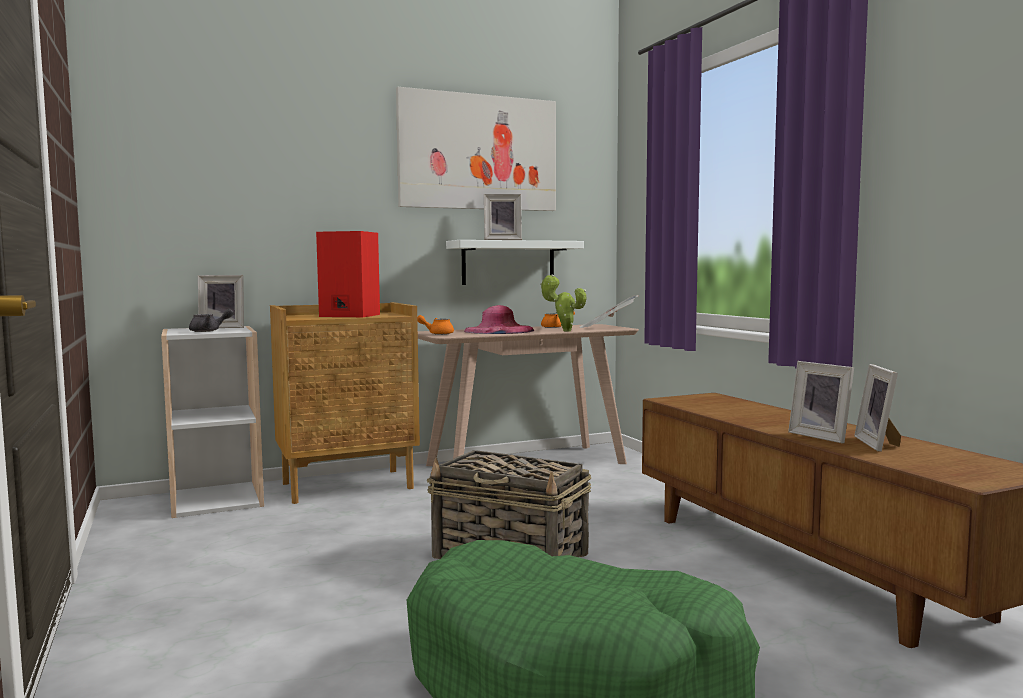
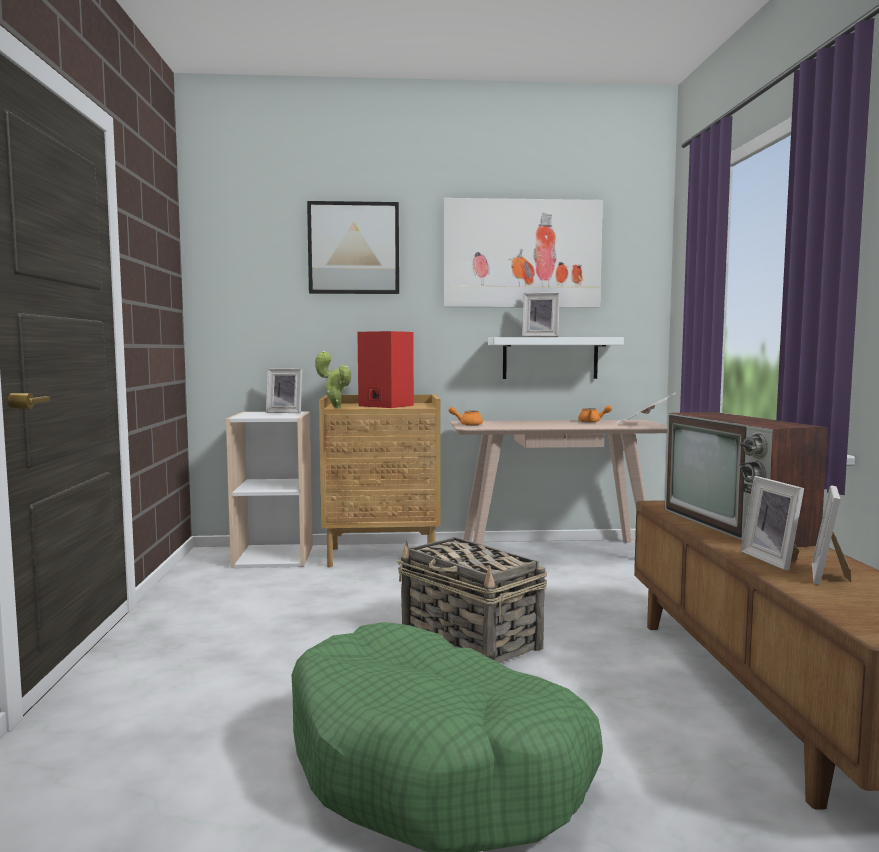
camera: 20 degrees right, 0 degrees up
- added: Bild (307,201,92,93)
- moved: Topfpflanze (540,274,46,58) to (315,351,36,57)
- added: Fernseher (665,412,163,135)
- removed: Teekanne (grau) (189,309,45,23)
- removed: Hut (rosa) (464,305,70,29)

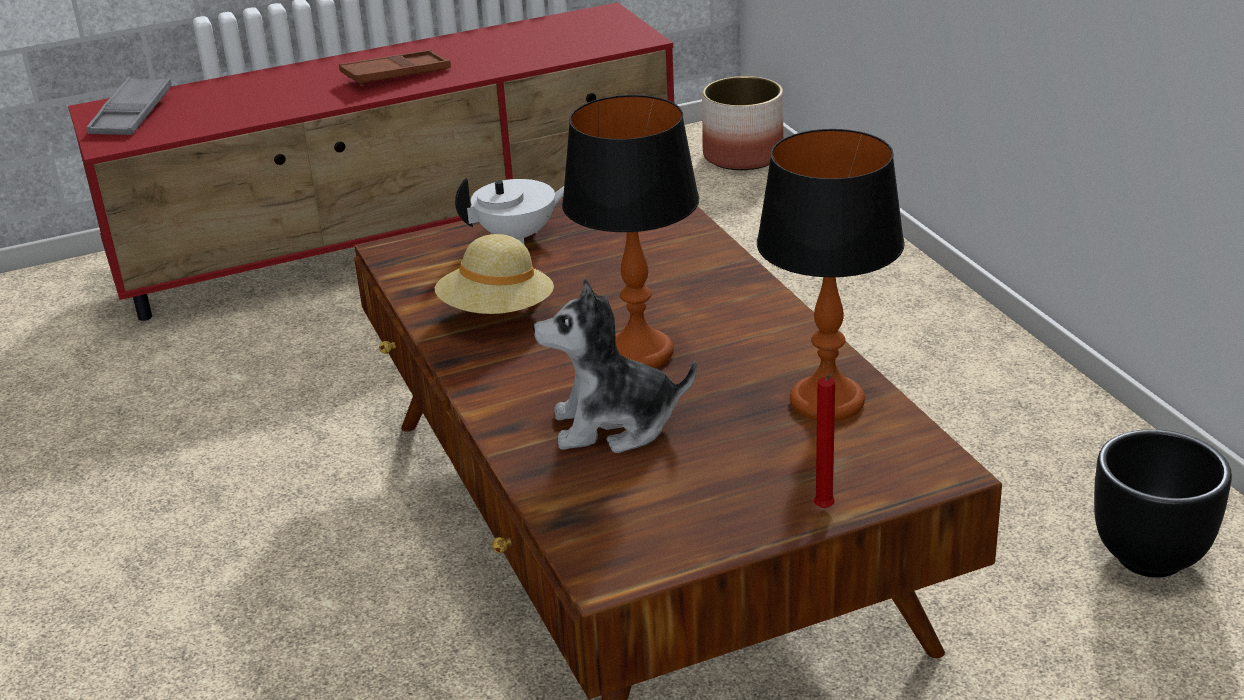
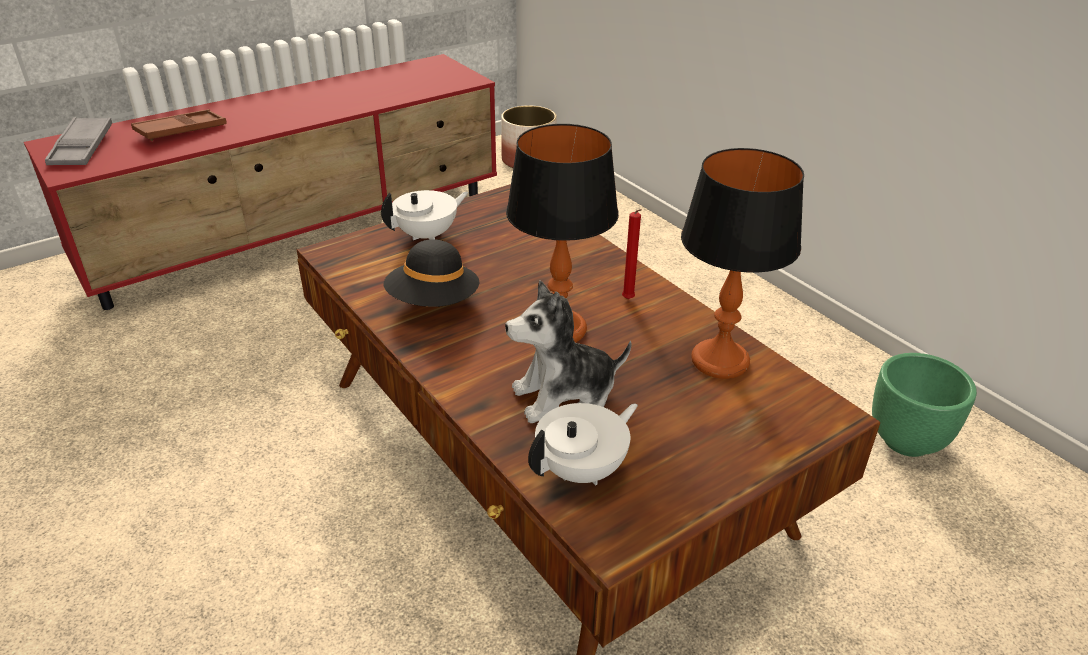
camera: 15 degrees left, 5 degrees up
- moved: Tablett (braun) (339,50,112,36) to (131,109,96,32)
- recoloured: Hut (beige) (435,234,119,80) to Hut (schwarz) (384,239,96,68)
- added: Teekanne (weiß) (528,403,110,82)
- moved: Kerze (rot) (814,374,21,134) to (622,209,20,90)
- recoloured: Pflanzkübel (schwarz) (1094,429,138,149) to Pflanzkübel (grün) (872,353,105,104)

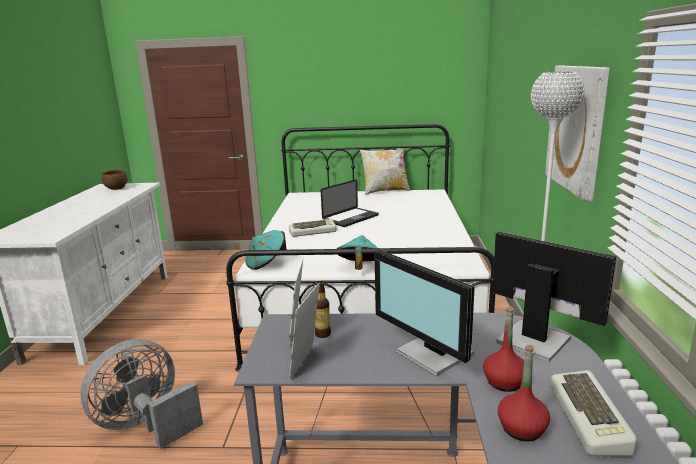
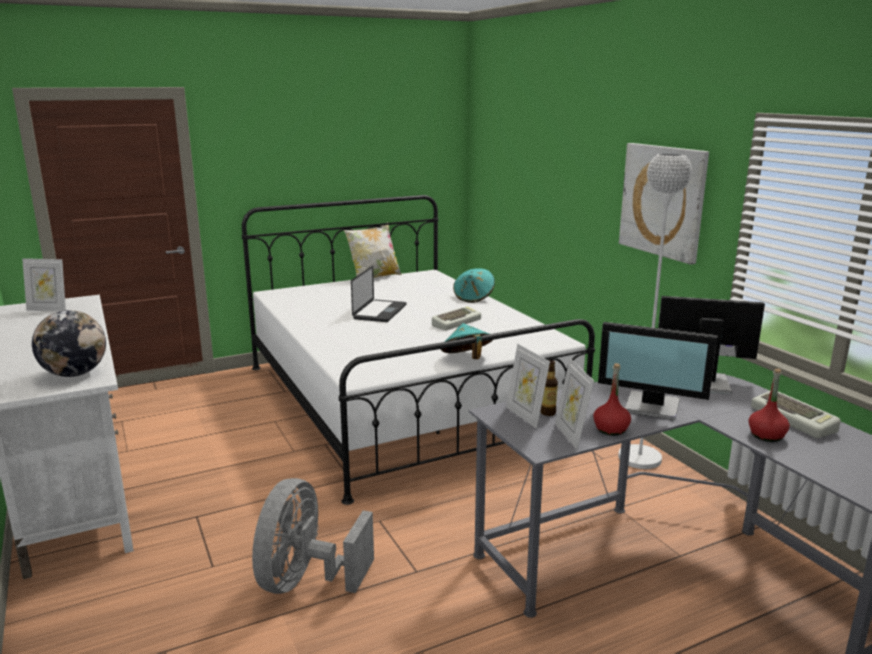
camera: 30 degrees left, 0 degrees up
- replaced: Schüssel (braun) (101,170,27,20) to Bilderrahmen (22,258,44,54)
- added: Globus (32,310,74,67)
- moved: Tastatur (289,219,48,18) to (432,306,49,24)
- moved: Hut (türkis) (245,230,41,40) to (453,268,42,35)
- moved: Flasche (rot) (483,307,41,85) to (593,363,38,73)

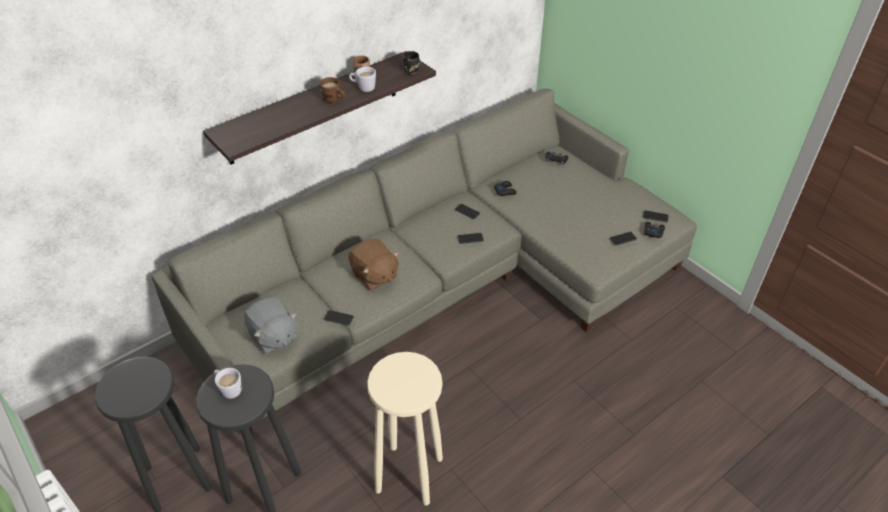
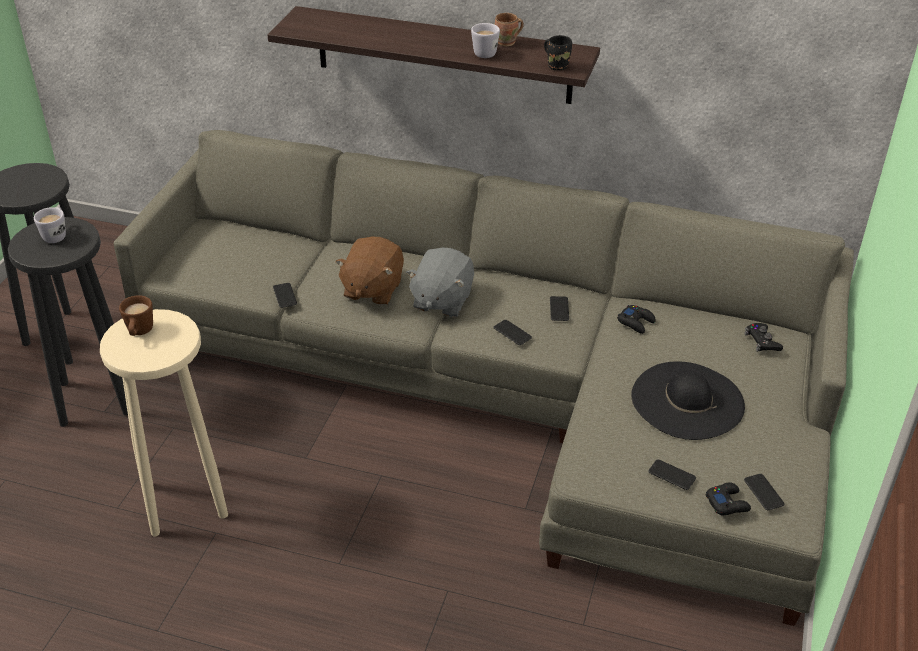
camera: 55 degrees right, 5 degrees down
- moved: Henkelbecher (braun) (319,77,26,26) to (119,295,34,41)
- moved: Plüschtier (grau) (244,297,54,57) to (406,248,68,69)
- added: Hut (schwarz) (631,362,114,78)

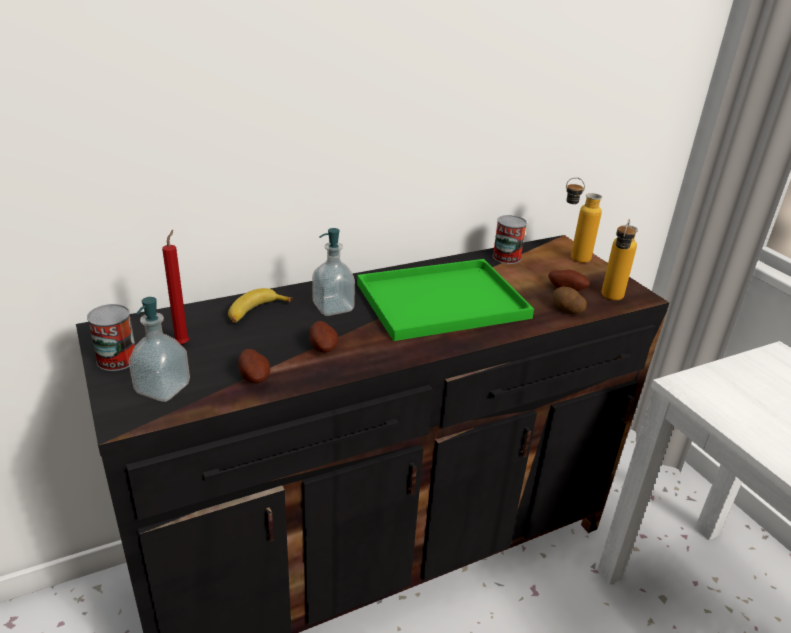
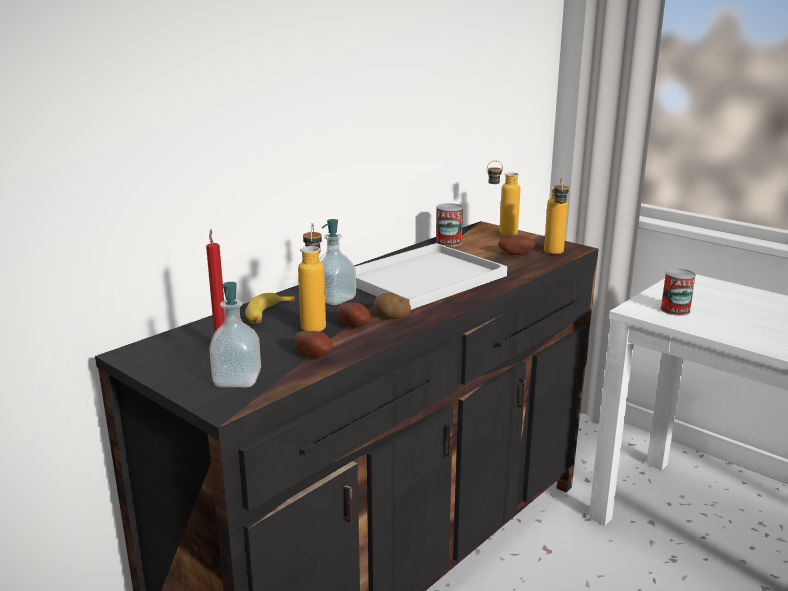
camera: 20 degrees left, 10 degrees down
- added: Flasche (298,223,28,109)
- recoloured: Tablett (grün) (357,259,177,82) to Tablett (weiß) (355,243,152,67)
- moved: Kartoffel (553,287,34,27) to (374,293,37,26)
- moved: Dose (87,304,48,67) to (661,268,35,48)

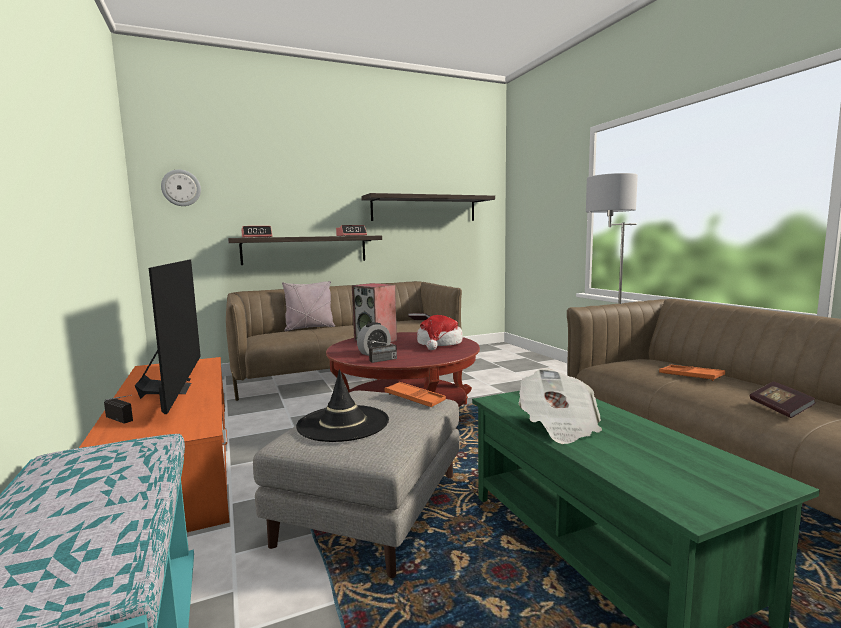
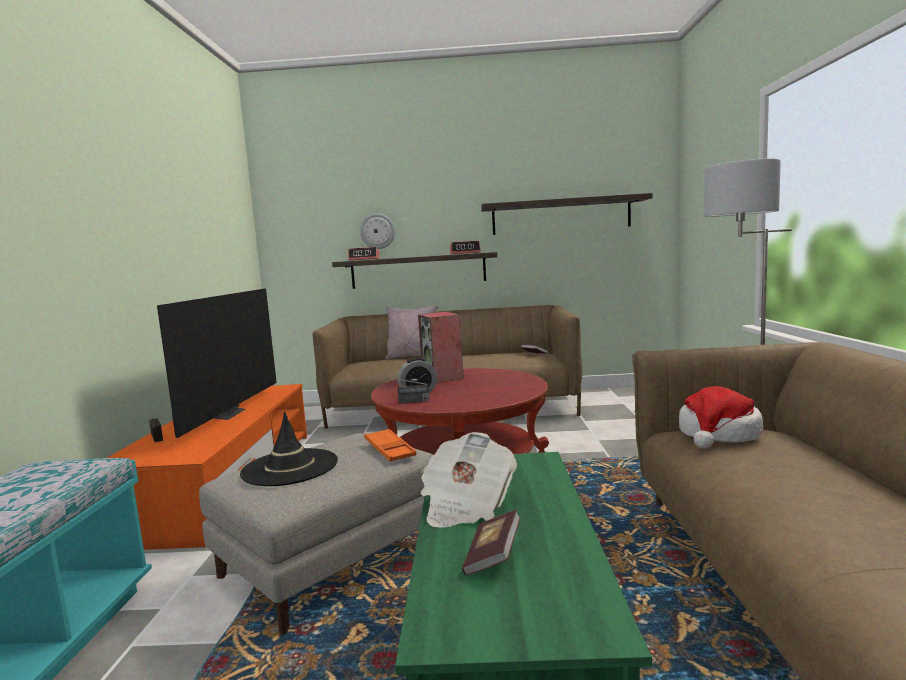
camera: 25 degrees right, 0 degrees up
- moved: Wanduhr (161,169,40,37) to (360,213,35,36)
- moved: Buch (750,381,66,37) to (462,509,58,67)
- moved: Hut (417,315,46,35) to (679,386,84,63)
- removed: Tablett (orange) (659,365,66,16)

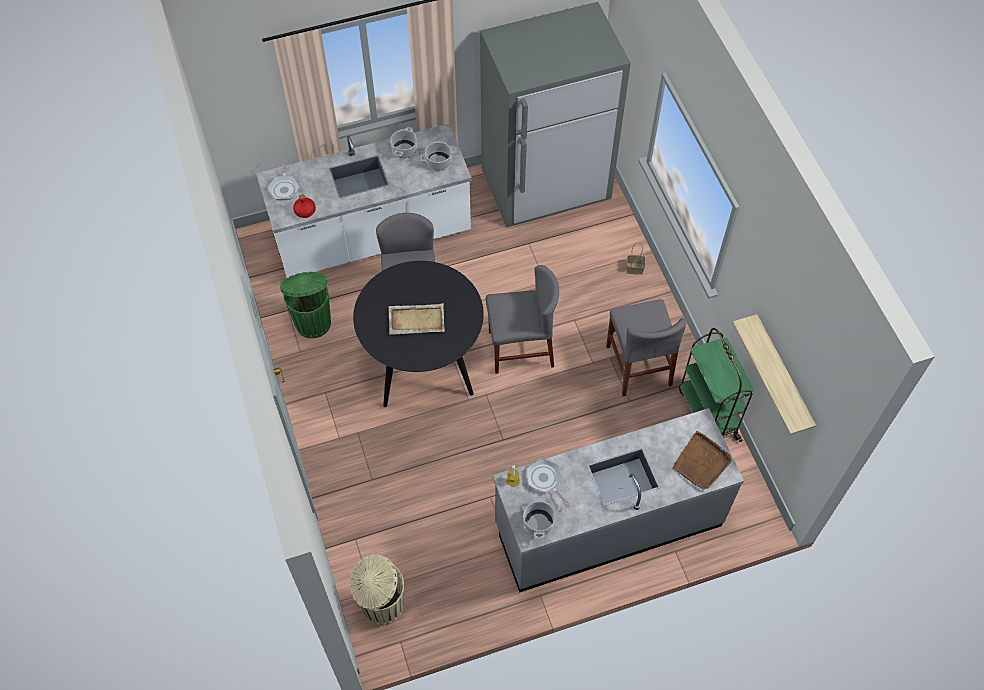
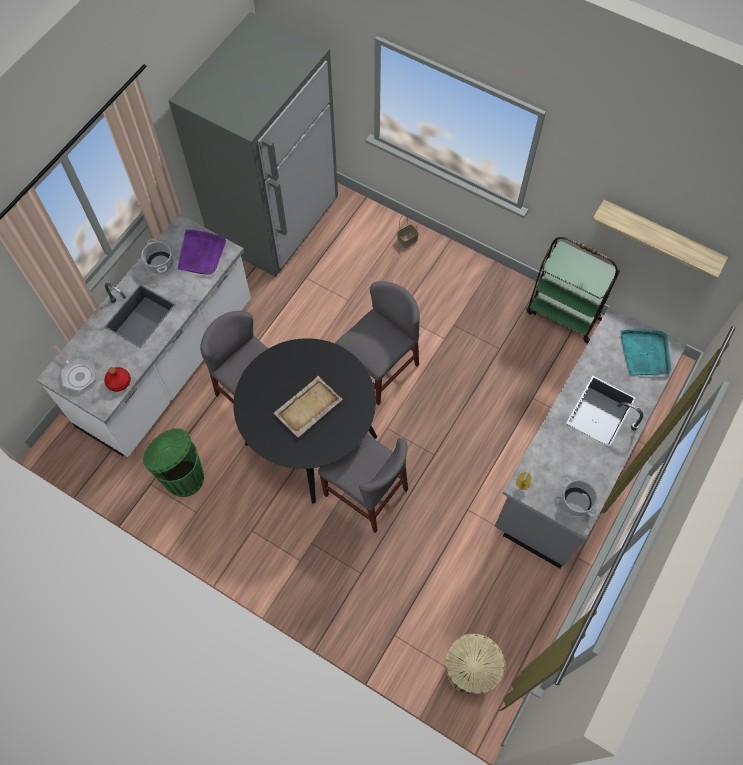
camera: 40 degrees left, 5 degrees up
- replaced: Kochtopf (420,142,37,28) to Tablett (lila) (178,229,48,46)
- moved: Stuhl (grau) (606,299,80,97) to (318,434,90,99)
- recoloured: Tablett (braun) (672,431,60,59) to Tablett (türkis) (620,329,51,46)
- removed: Pfanne (526,458,44,49)

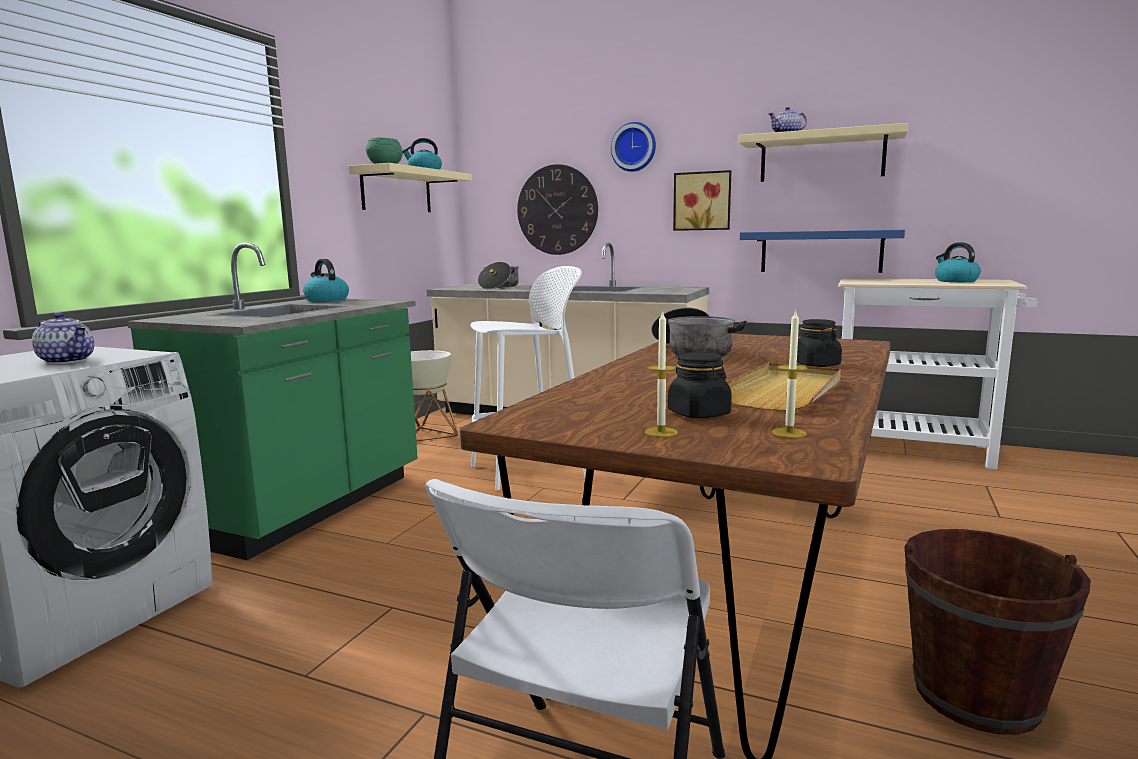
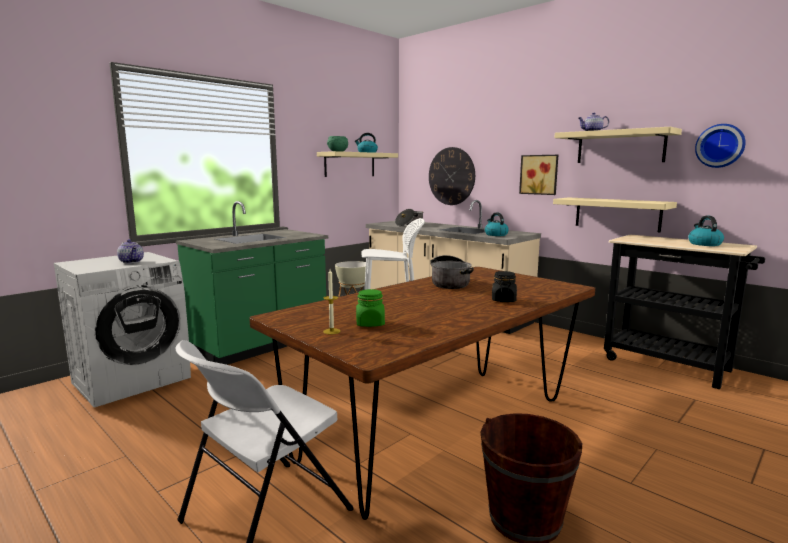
camera: 20 degrees right, 0 degrees up
- recoloured: Vorratsglas (schwarz) (668,352,64,66) to Vorratsglas (grün) (356,289,29,38)
- moved: Wasserkessel (303,259,46,43) to (485,213,24,23)
- recoloured: Wandregal (blau) (740,230,165,43) to Wandregal (beige) (553,197,124,35)
- recoloured: Rollwagen (weiß) (838,278,199,191) to Rollwagen (schwarz) (604,235,161,154)
- moved: Wanduhr (611,122,45,50) to (695,124,51,44)
- removed: Tablett (beige) (727,363,114,48)
- removed: Kerze (772,309,36,129)

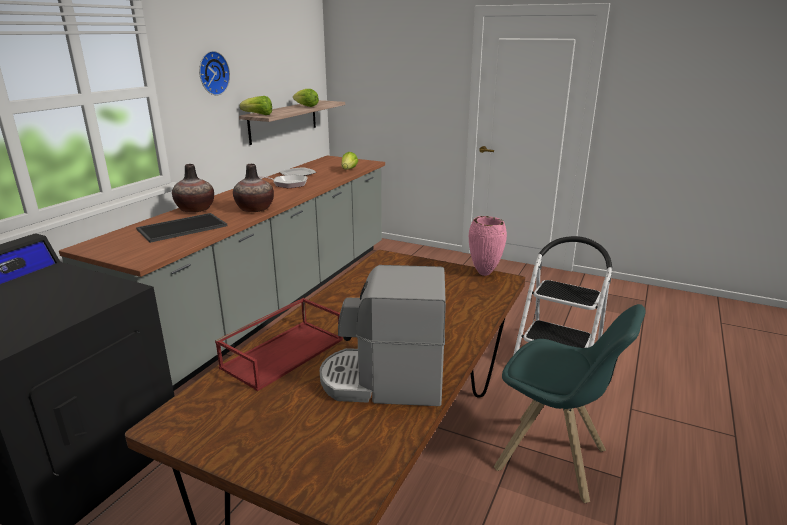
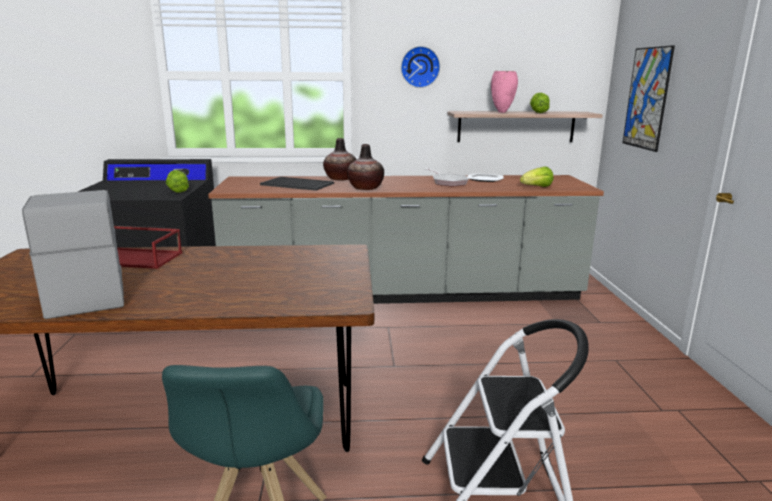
camera: 60 degrees right, 5 degrees down
- moved: Salatkopf (240,96,32,19) to (166,170,23,23)
- moved: Vase (rosa) (469,216,38,60) to (491,71,27,42)
- added: Bild (623,45,52,107)

